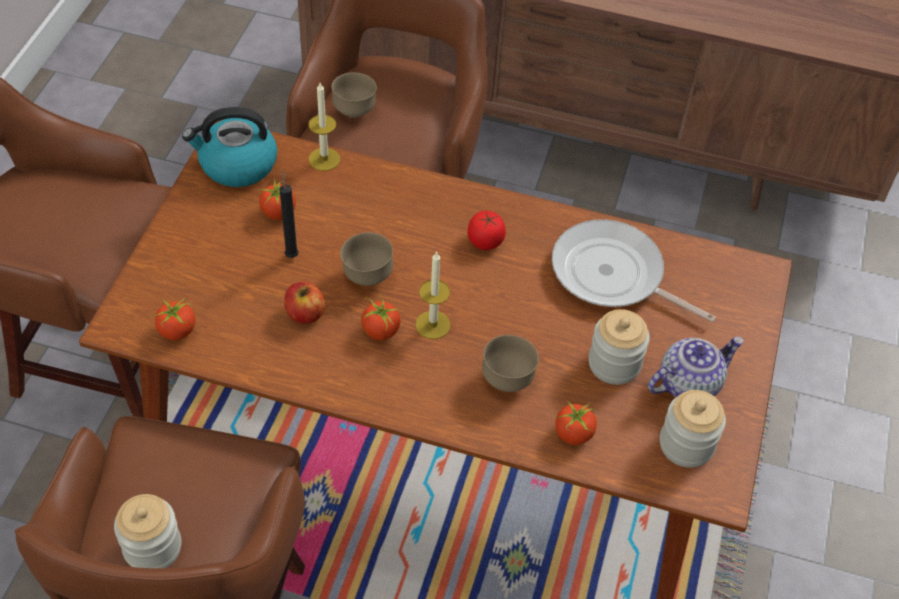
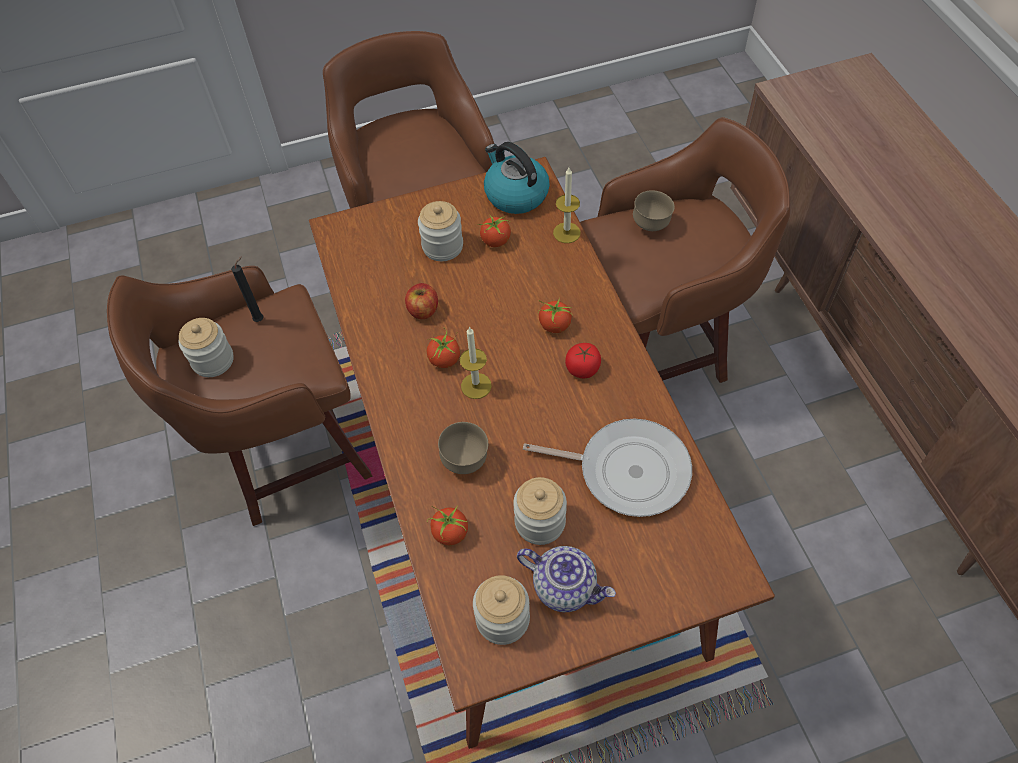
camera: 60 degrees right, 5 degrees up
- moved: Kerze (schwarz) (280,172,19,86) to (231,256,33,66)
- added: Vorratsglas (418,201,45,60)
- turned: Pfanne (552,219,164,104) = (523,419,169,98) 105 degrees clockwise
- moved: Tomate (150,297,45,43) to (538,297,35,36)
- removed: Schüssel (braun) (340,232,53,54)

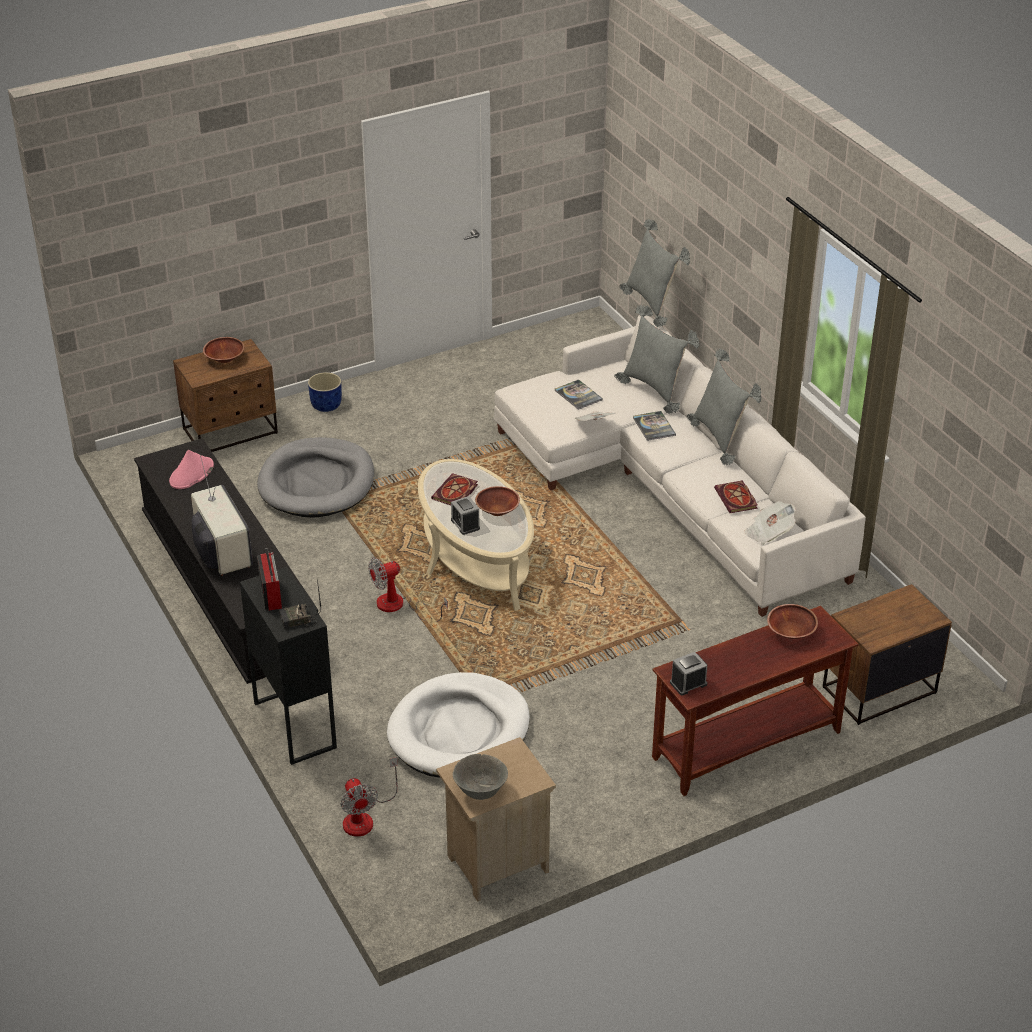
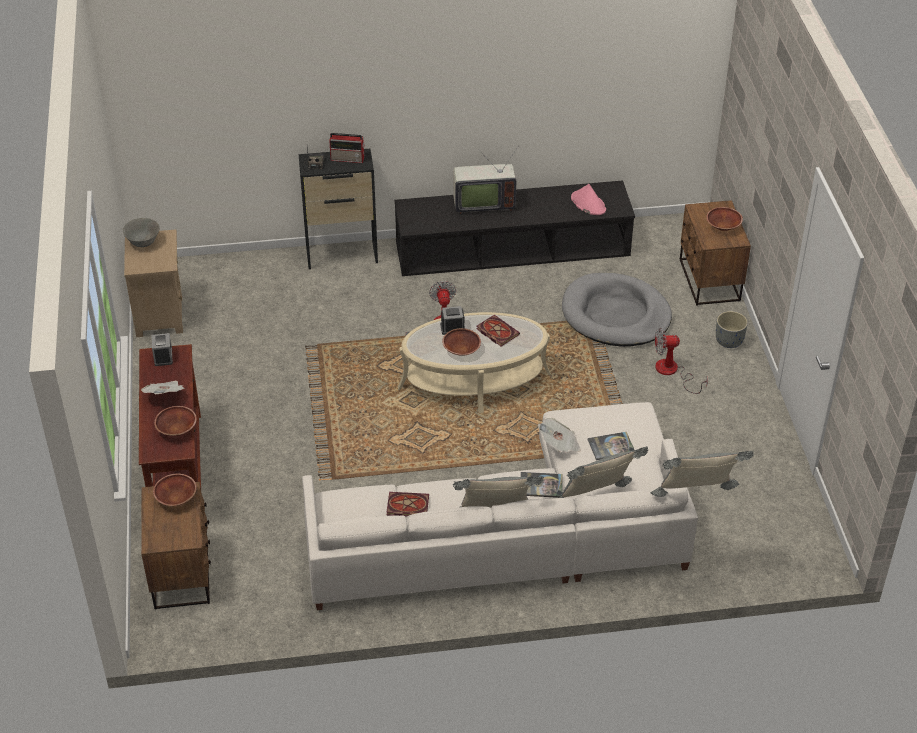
camera: 110 degrees right, 5 degrees up
- moved: Zeitung (744,501,52,44) to (141,381,44,13)
- added: Schüssel (braun) (153,474,44,32)
- moved: Ventilator (340,757,58,80) to (655,328,53,66)
- recoloured: Pflanzkübel (blau) (308,372,34,40) to Pflanzkübel (grau) (716,311,32,37)
- removed: Hundebett (weiß) (387,672,143,106)

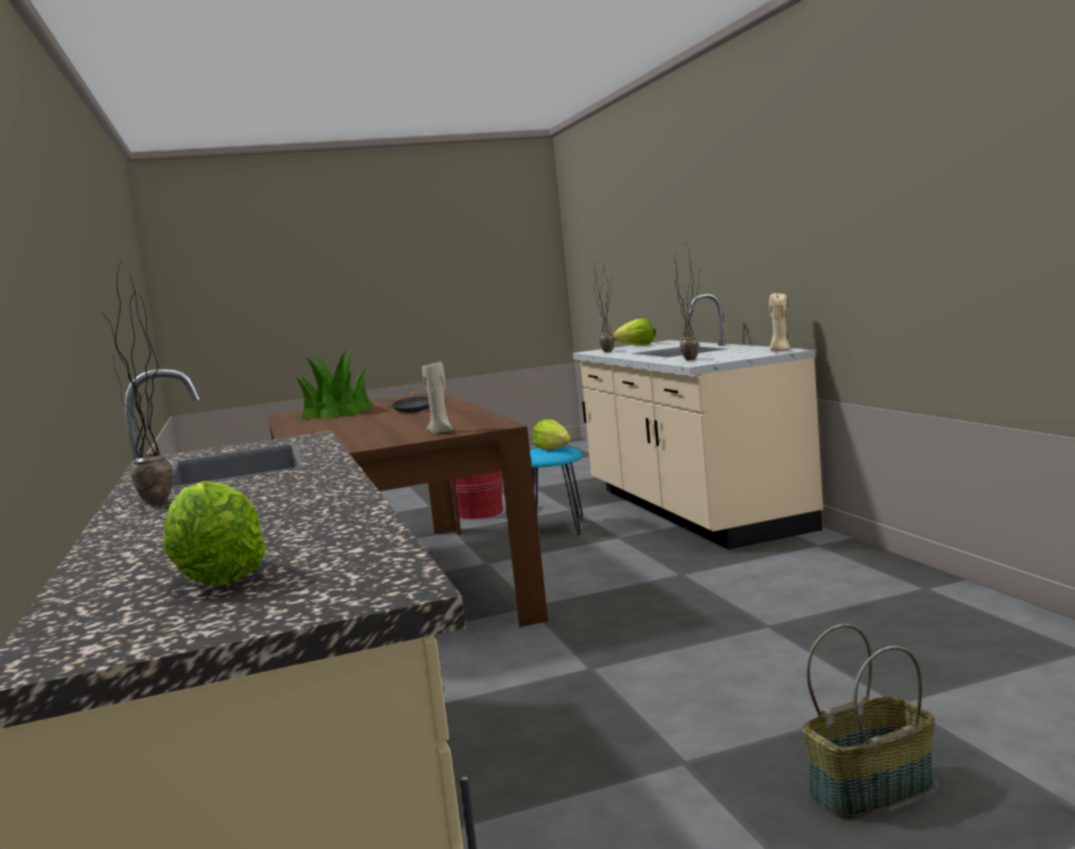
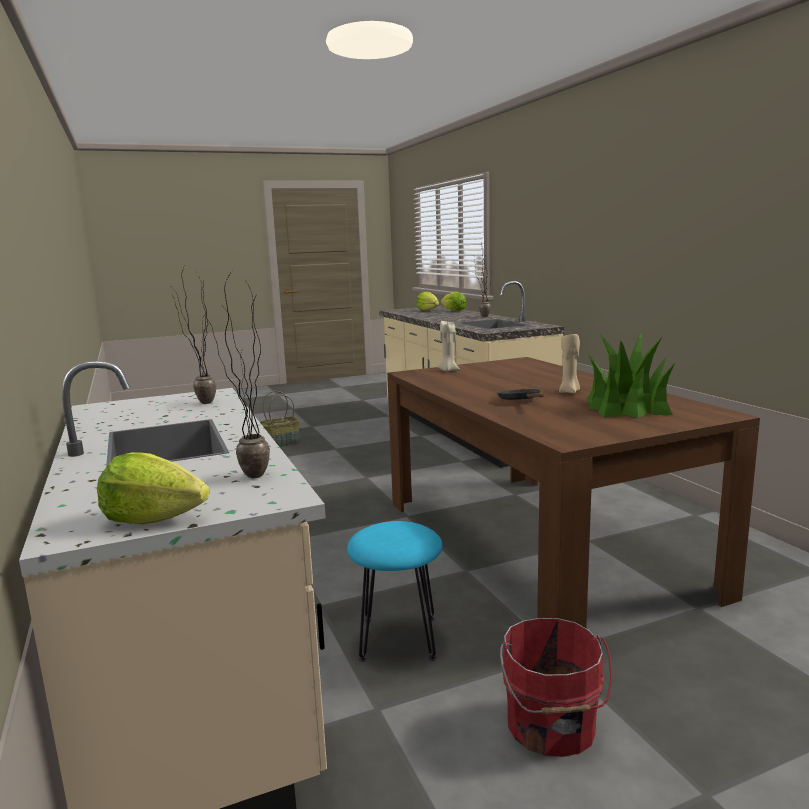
camera: 175 degrees right, 5 degrees up
- moved: Salatkopf (533,419,38,31) to (441,292,25,19)
- moved: Kerze (beige) (769,293,22,58) to (559,332,21,61)

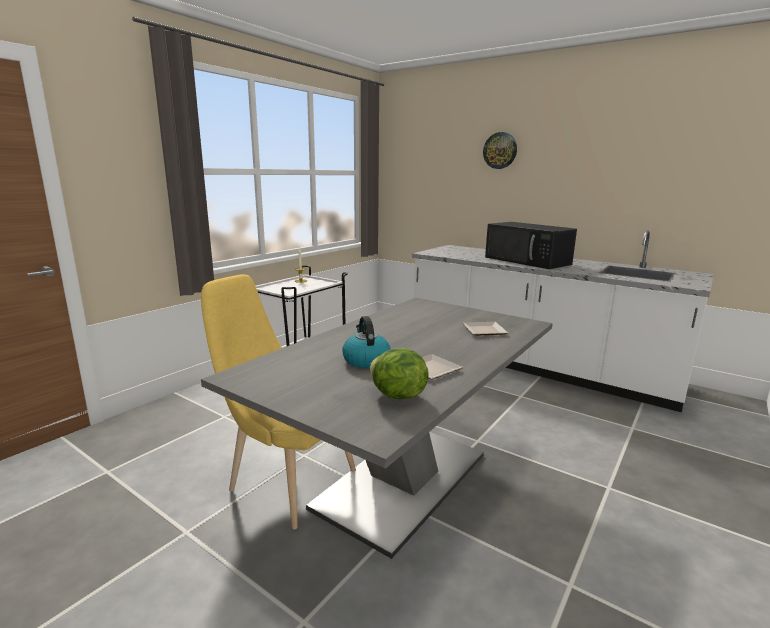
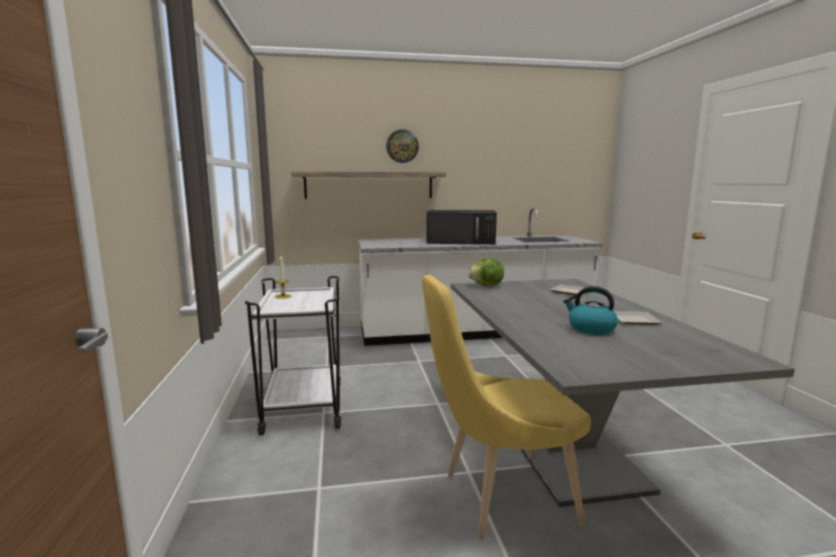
camera: 45 degrees left, 5 degrees down
- added: Wandregal (291,172,155,27)
- moved: Salatkopf (370,348,59,51) to (468,258,36,28)

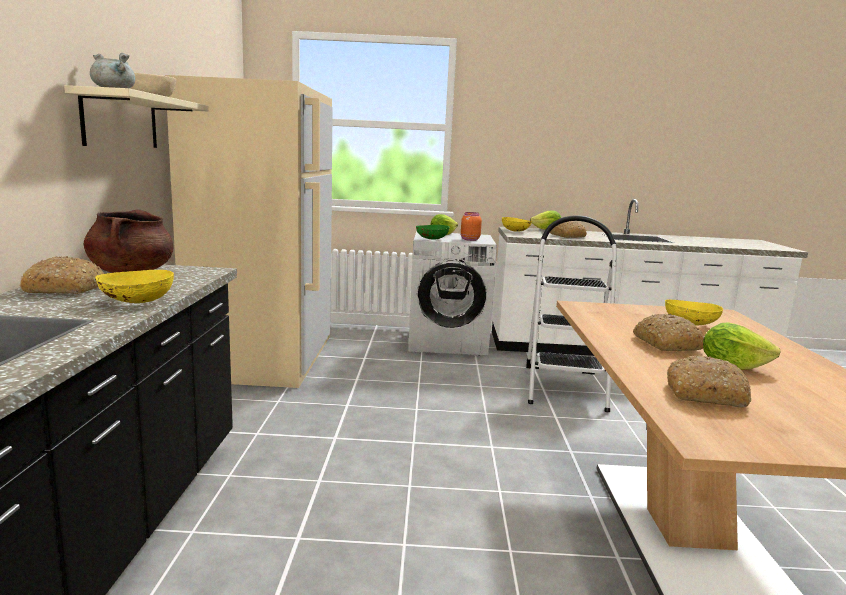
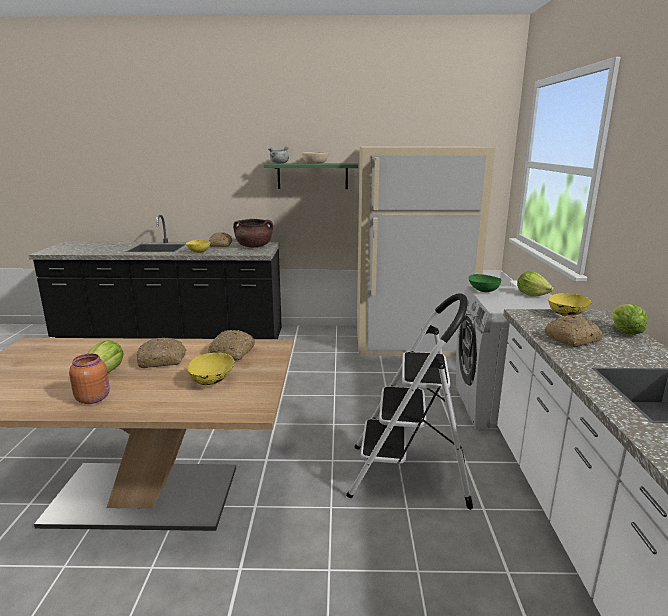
camera: 90 degrees right, 5 degrees up
- moved: Vorratsglas (orange) (461,212,21,29) to (69,354,41,50)
- moved: Brot (667,356,84,52) to (209,330,46,31)
- recoloured: Wandregal (beige) (64,85,145,63) to Wandregal (grün) (264,163,94,26)

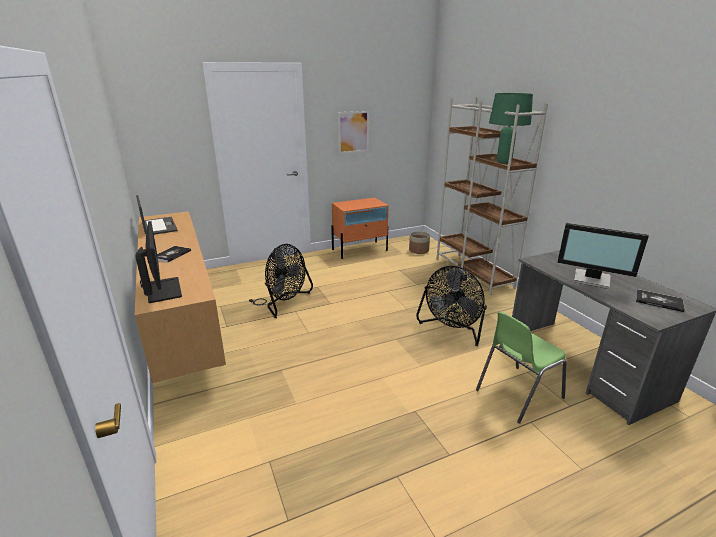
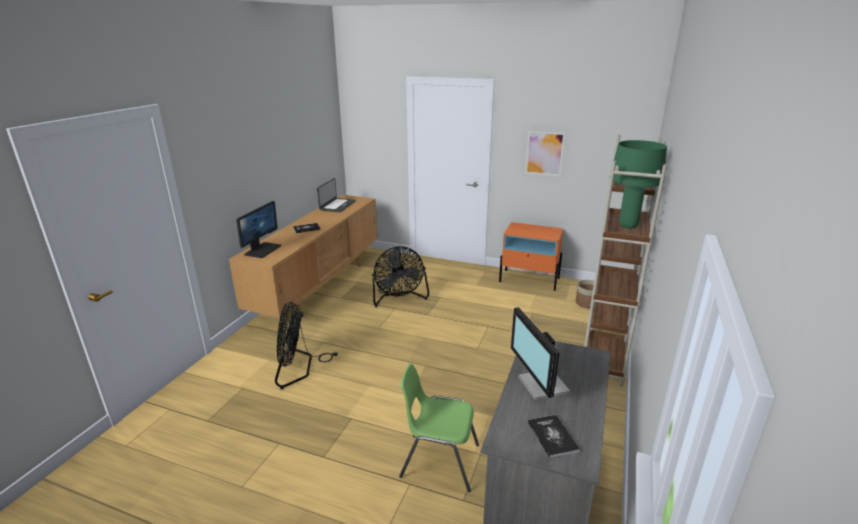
camera: 45 degrees right, 0 degrees up
- moved: Ventilator (schwarz) (416,266,71,80) to (275,302,63,88)

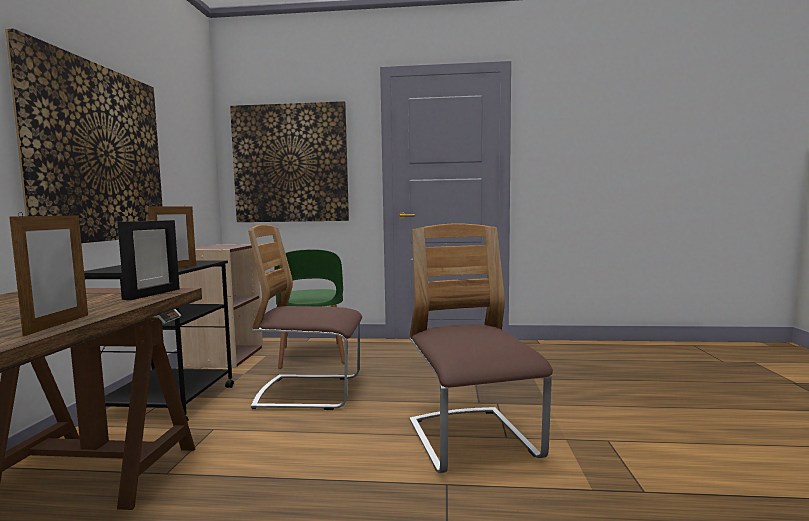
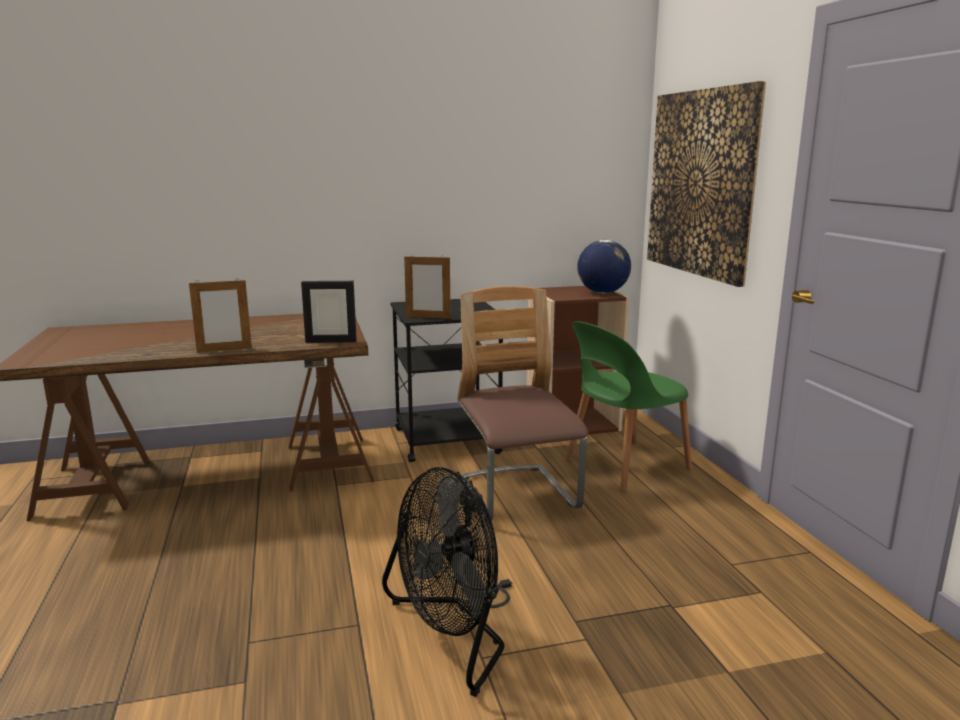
camera: 70 degrees right, 10 degrees up
- replaced: Stuhl (409,223,144,250) to Ventilator (schwarz) (382,467,132,230)
- added: Globus (577,240,54,53)
- removed: Bild (5,28,158,215)

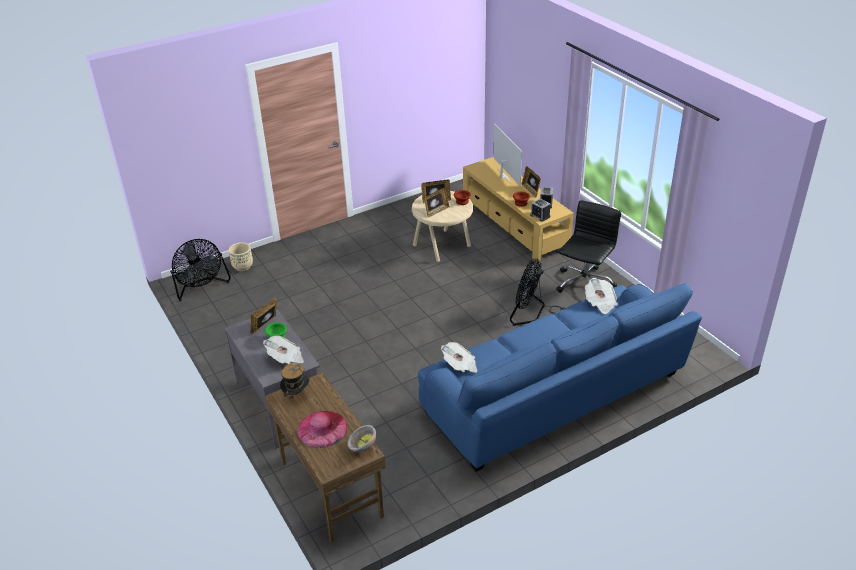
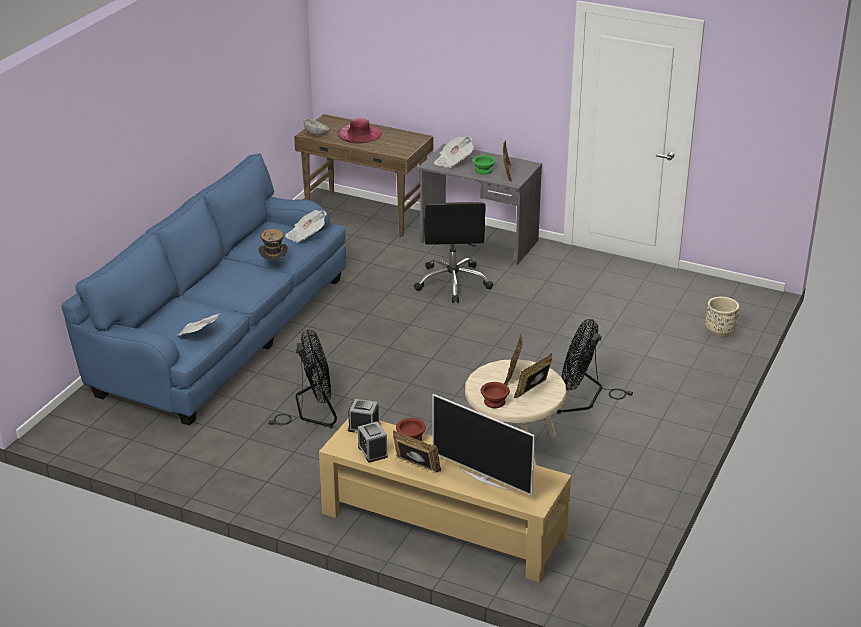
camera: 145 degrees right, 5 degrees down
- moved: Hut (280,363,30,43) to (258,229,30,31)
- moved: Bürostuhl (schwarz) (556,200,65,93) to (414,202,80,101)
- moved: Ventilator (schwarz) (170,239,61,62) to (557,319,77,95)

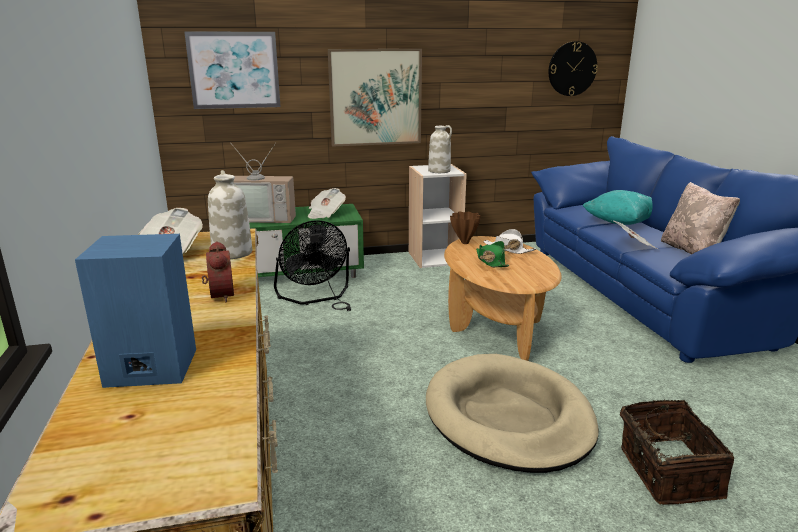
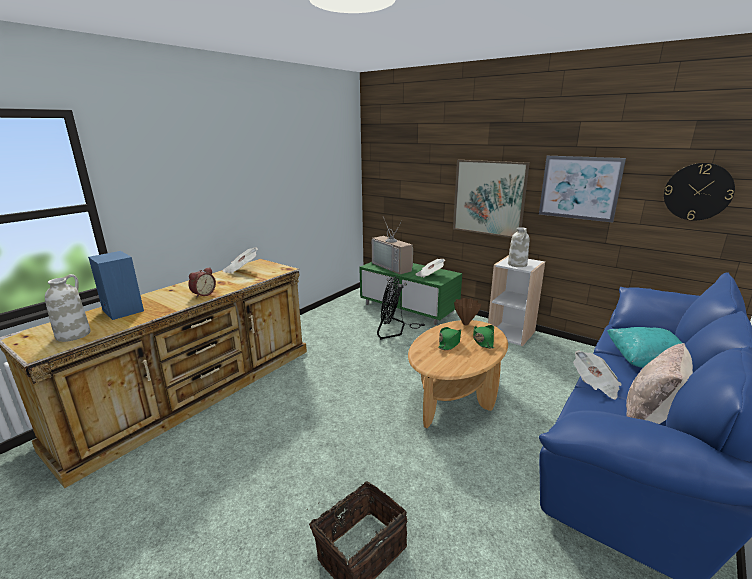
camera: 50 degrees right, 0 degrees up
- moved: Vase (weiß) (208,170,44,89) to (45,274,46,68)
- turned: Ventilator (schwarz) (274,221,77,90) = (377,276,47,64) 105 degrees counterclockwise
- recoloured: Hut (weiß) (483,229,53,25) to Hut (grün) (473,325,21,24)
- moved: Bild (184,32,96,77) to (539,156,87,67)
- removed: Hundebett (beige) (426,354,173,119)

